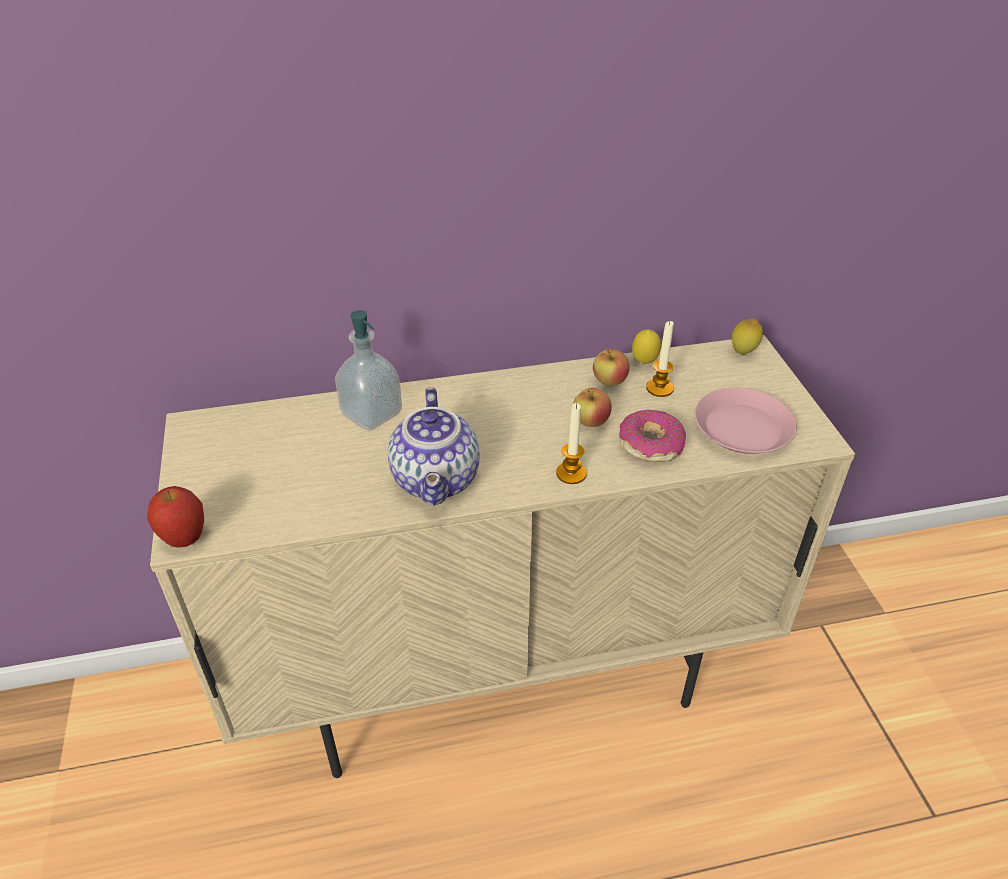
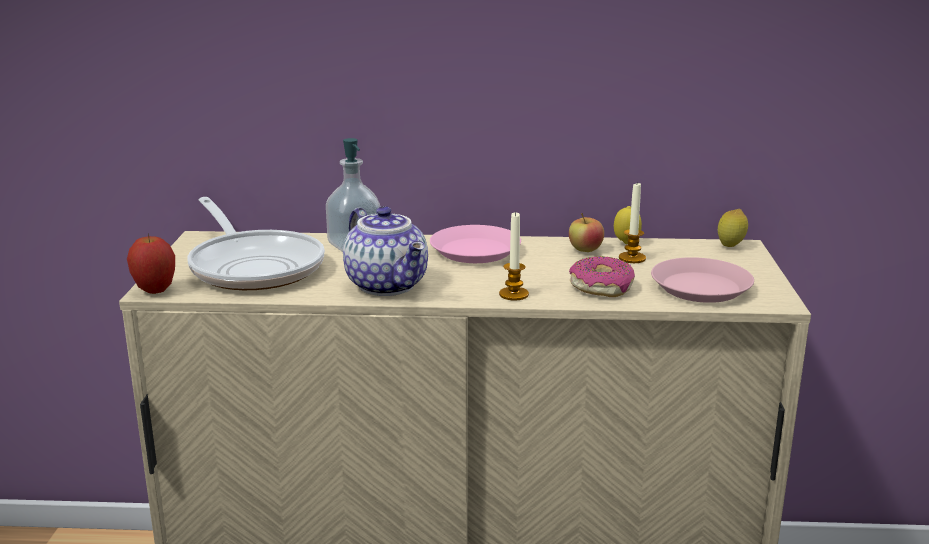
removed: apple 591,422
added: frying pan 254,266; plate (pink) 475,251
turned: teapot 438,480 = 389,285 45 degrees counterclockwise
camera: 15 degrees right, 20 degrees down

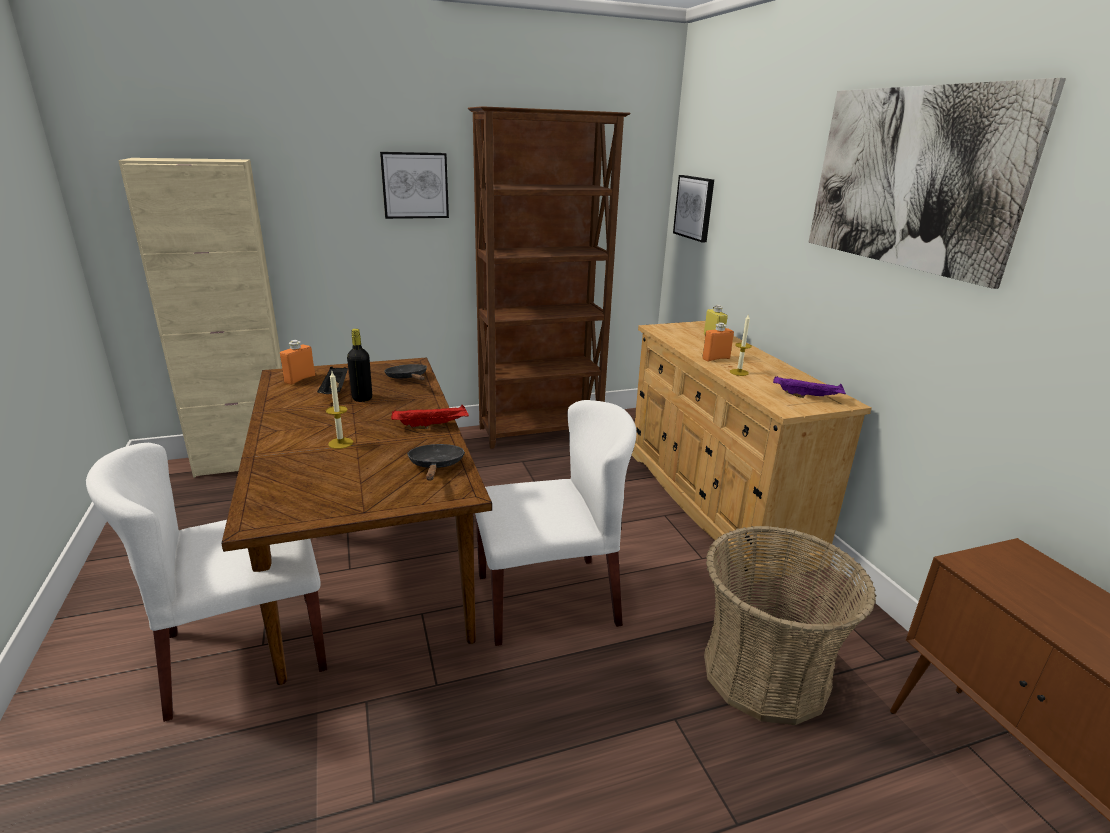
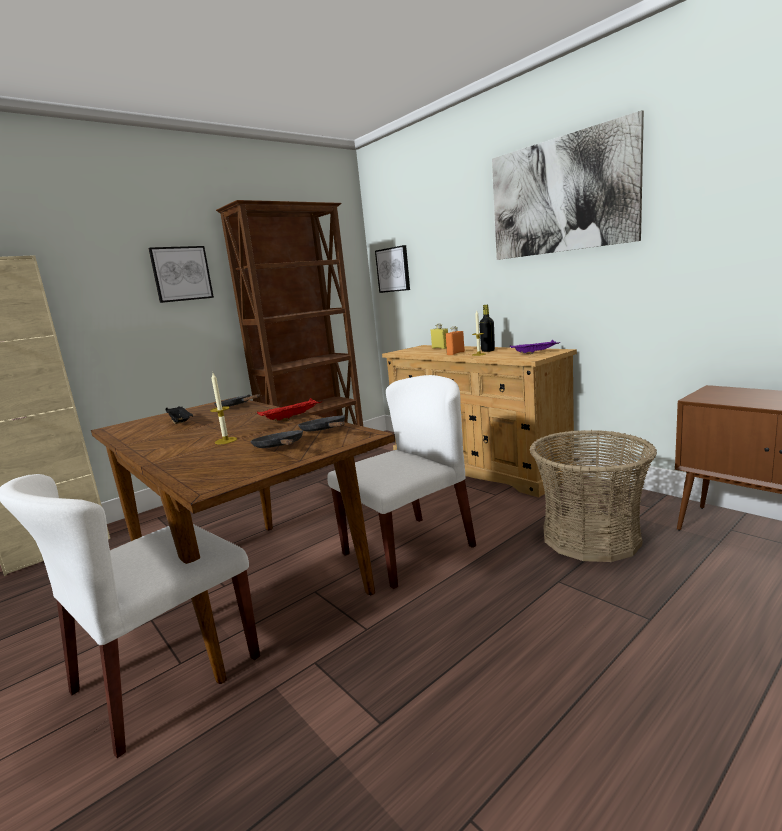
removed: bottle (orange) 300,379
added: frying pan (black) 280,447
moved: bottle (black) 362,398 to 488,351
camera: 20 degrees left, 10 degrees down

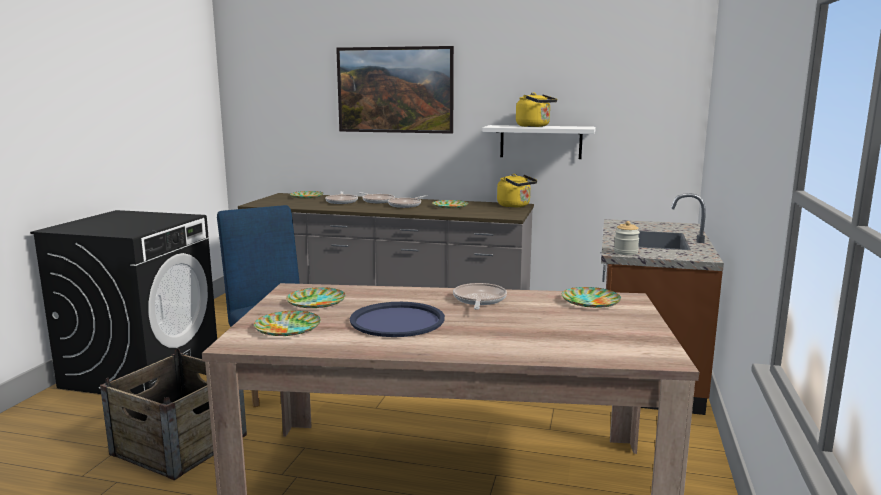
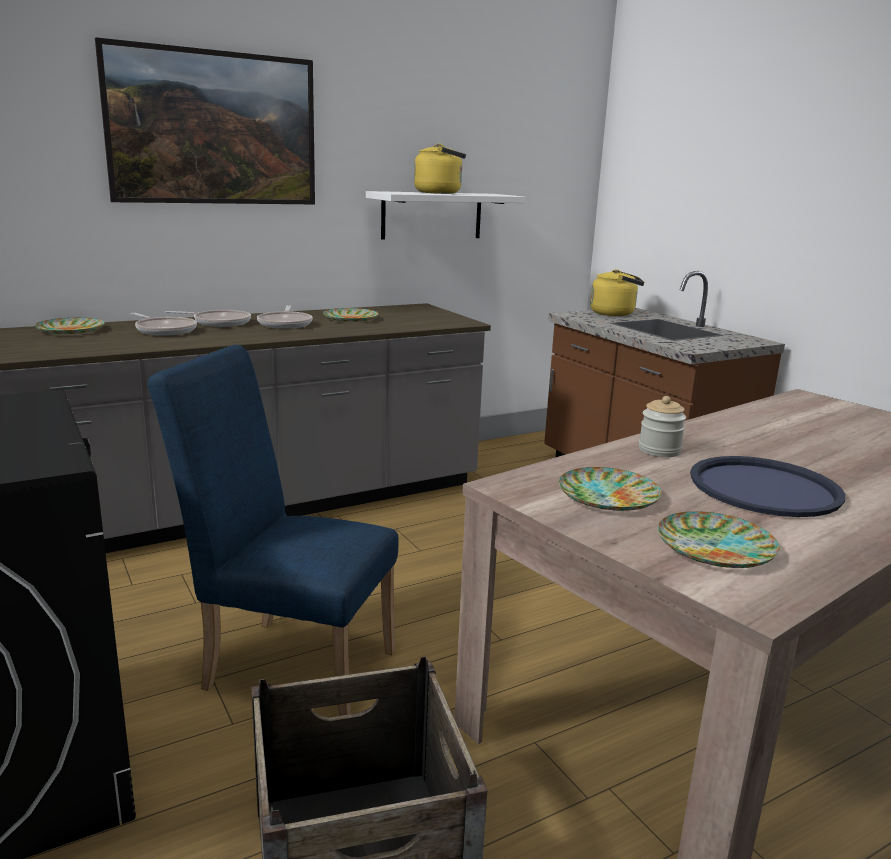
removed: frying pan 479,300; plate 590,301
moved: kettle (yellow) 515,206 to 615,313; jar 625,252 to 659,450
camera: 45 degrees left, 5 degrees up

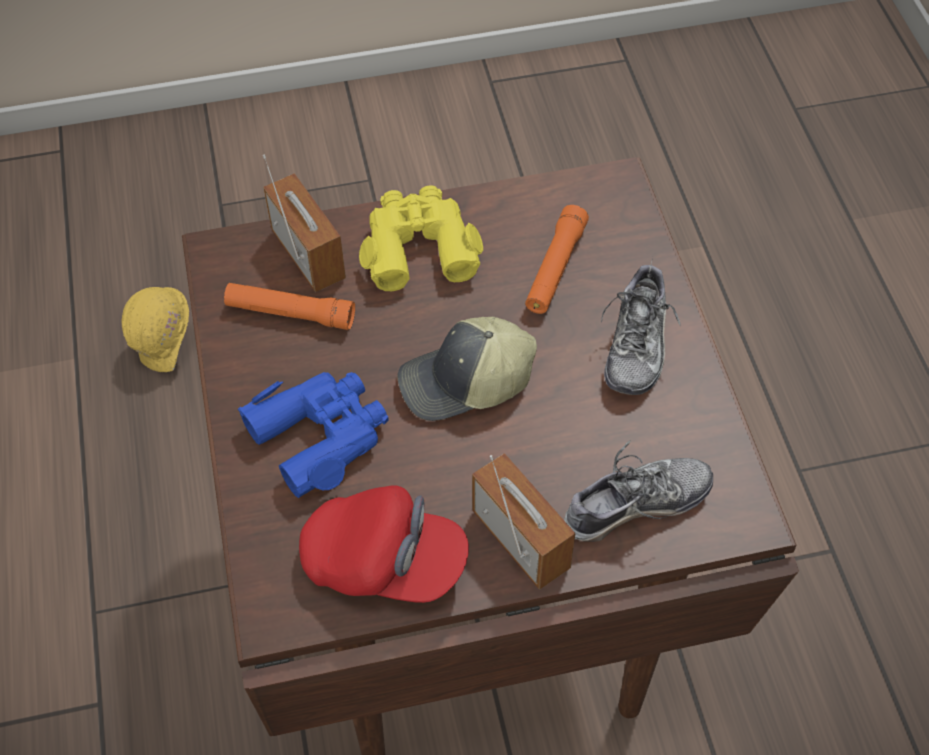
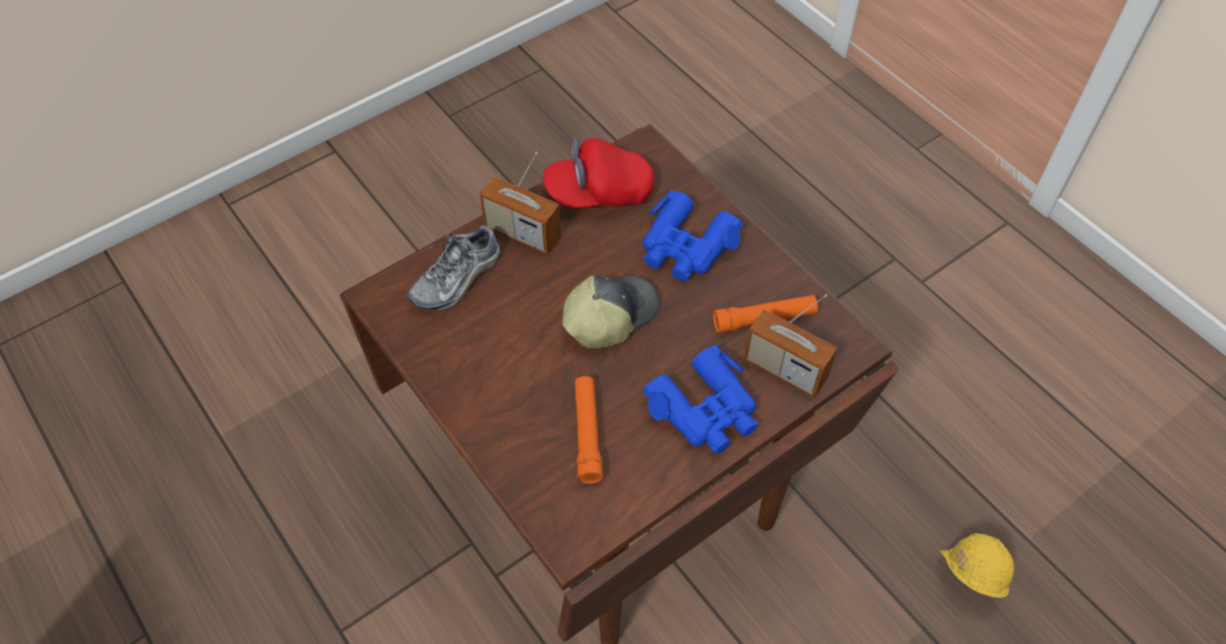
removed: shoe 637,344
recoloured: binoculars (yellow) 418,246 to binoculars (blue) 706,410
camera: 155 degrees right, 0 degrees up

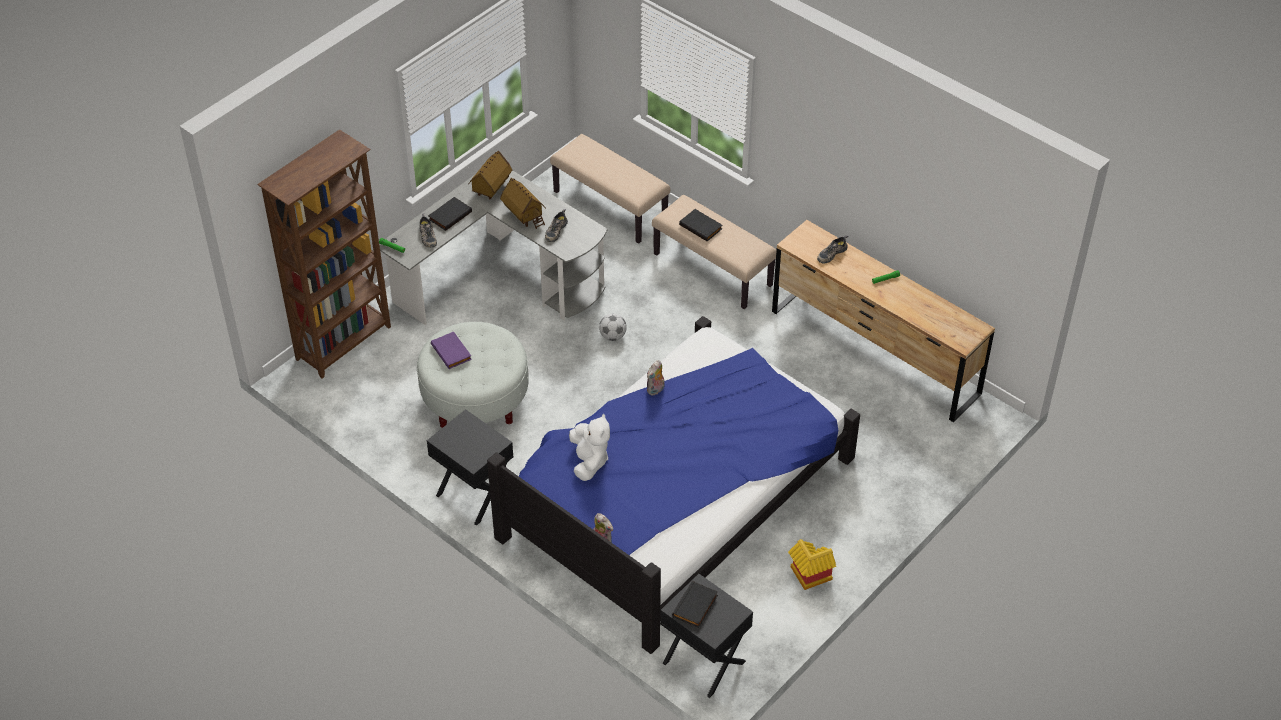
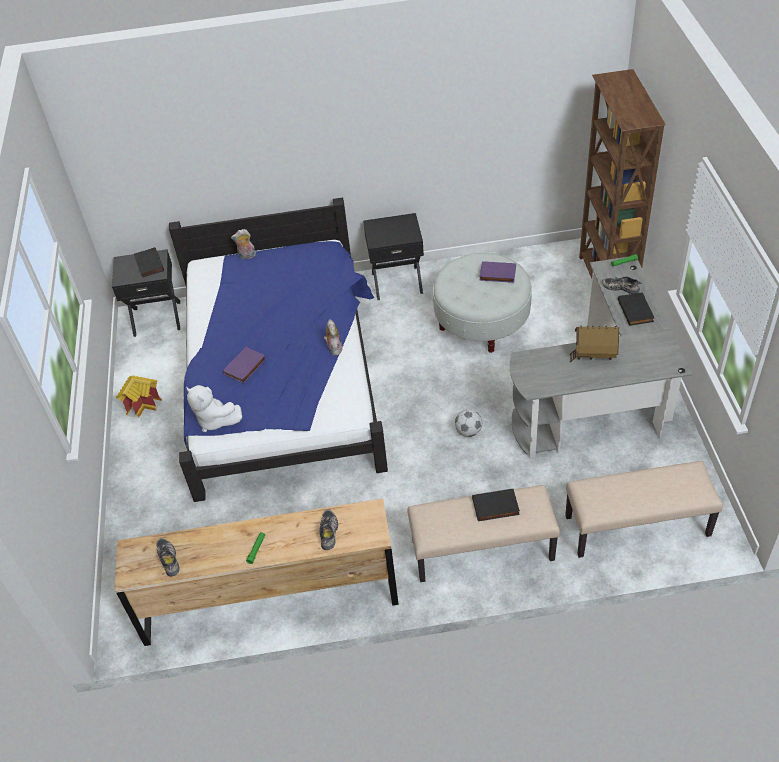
removed: toy house 491,188
added: book (purple) 245,367
moved: shoe 555,230 to 169,558; plush toy (white) 589,461 to 214,420
camera: 135 degrees right, 0 degrees up

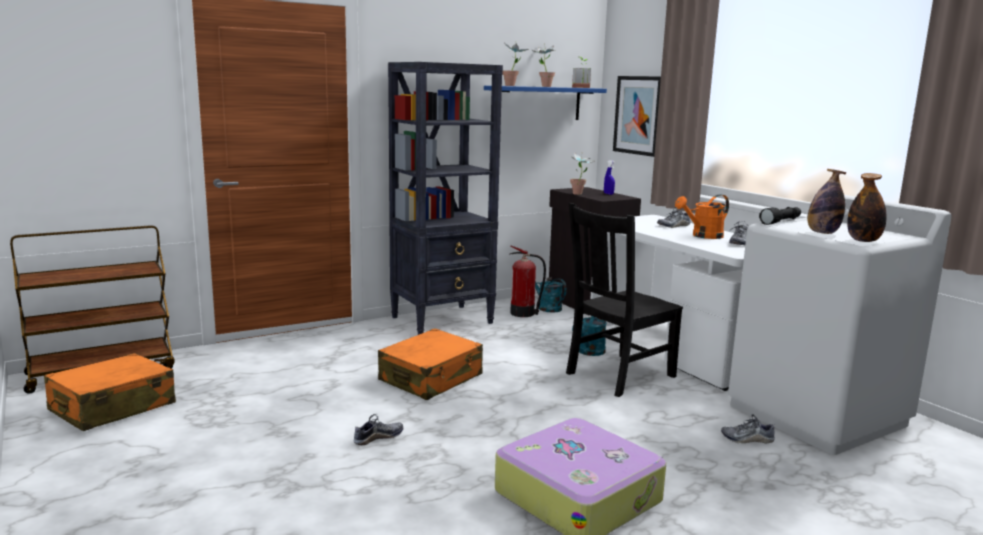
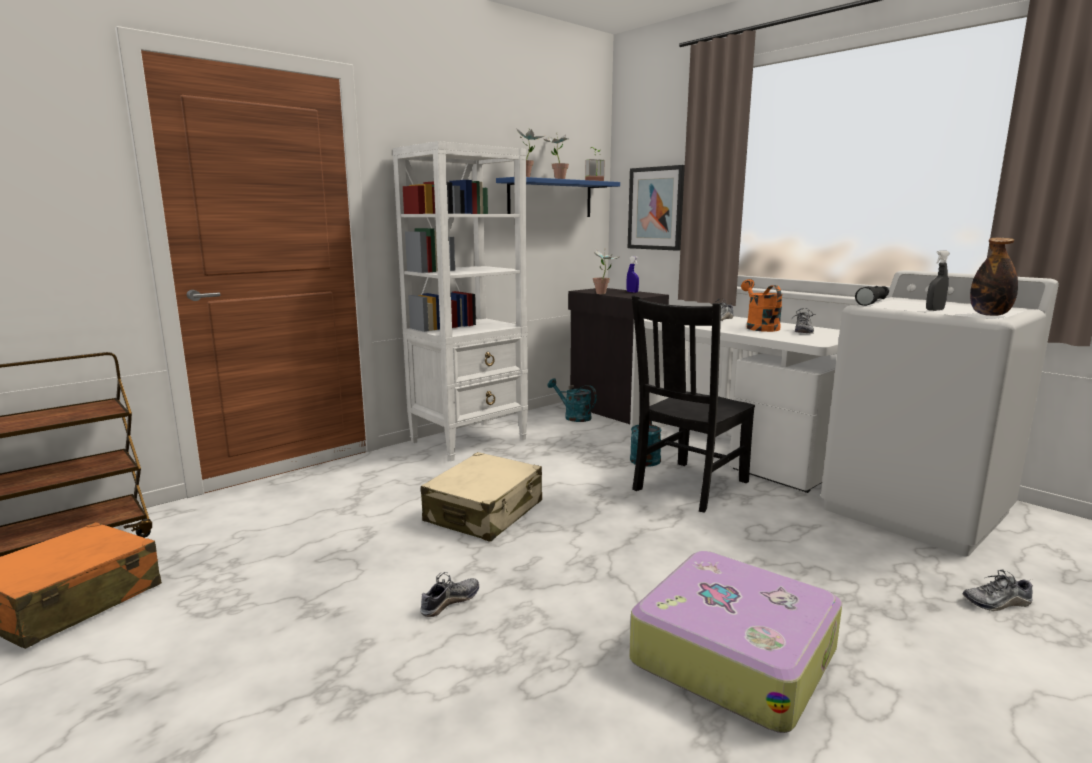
removed: fire extinguisher 524,313
moved: shoe 747,439 to 997,602
replaced: bottle 822,233 to spray bottle (grey) 934,310
recoloured: suitcase (orange) 431,378 to suitcase (beige) 484,512; bookcase (black) 443,320 to bookcase (white) 470,440
turned: watering can (orange) 703,236 = 759,327 120 degrees clockwise
camera: 10 degrees left, 0 degrees up

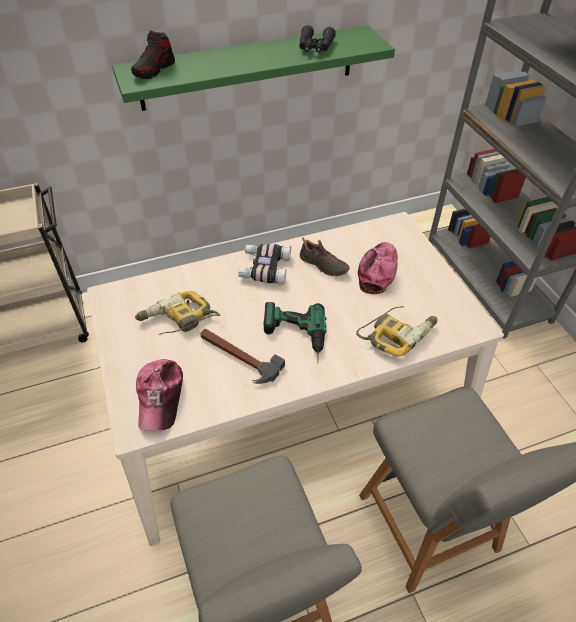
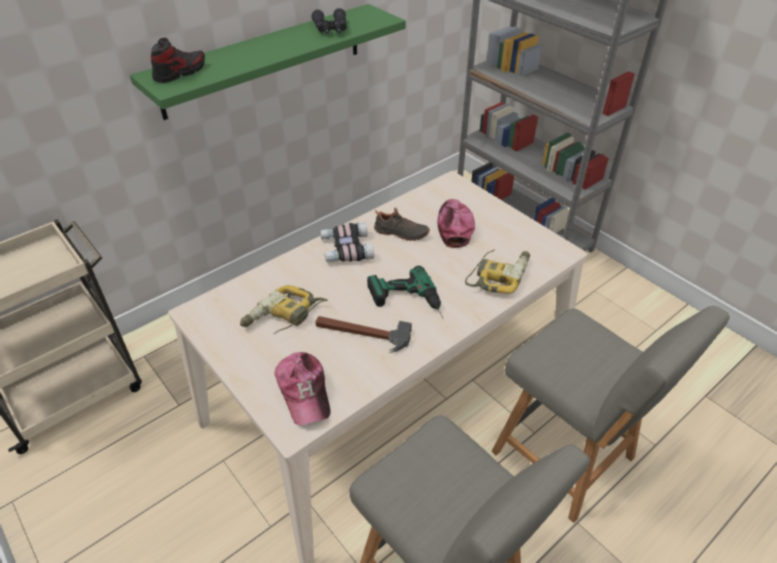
turned: shoe 154,70 = 180,72 150 degrees counterclockwise
camera: 20 degrees left, 5 degrees down

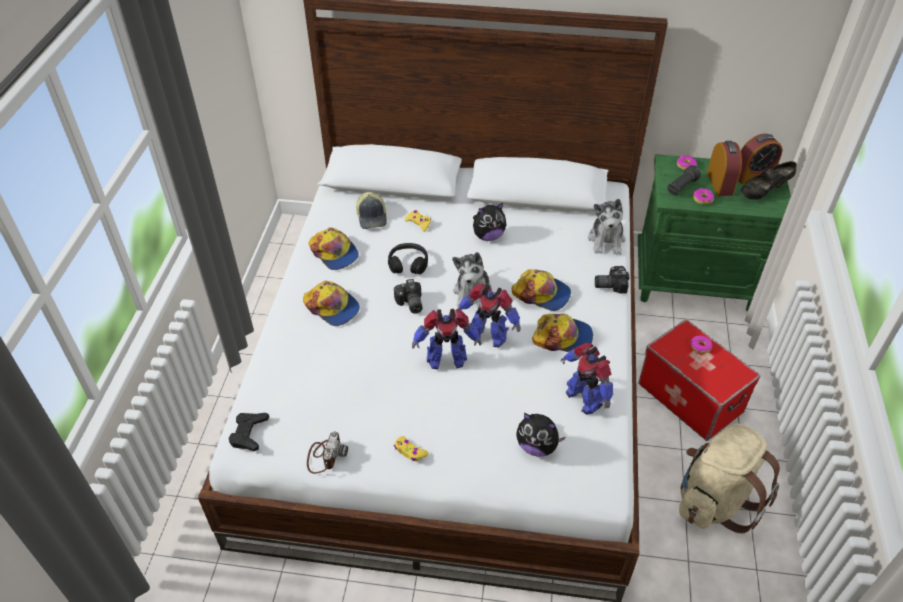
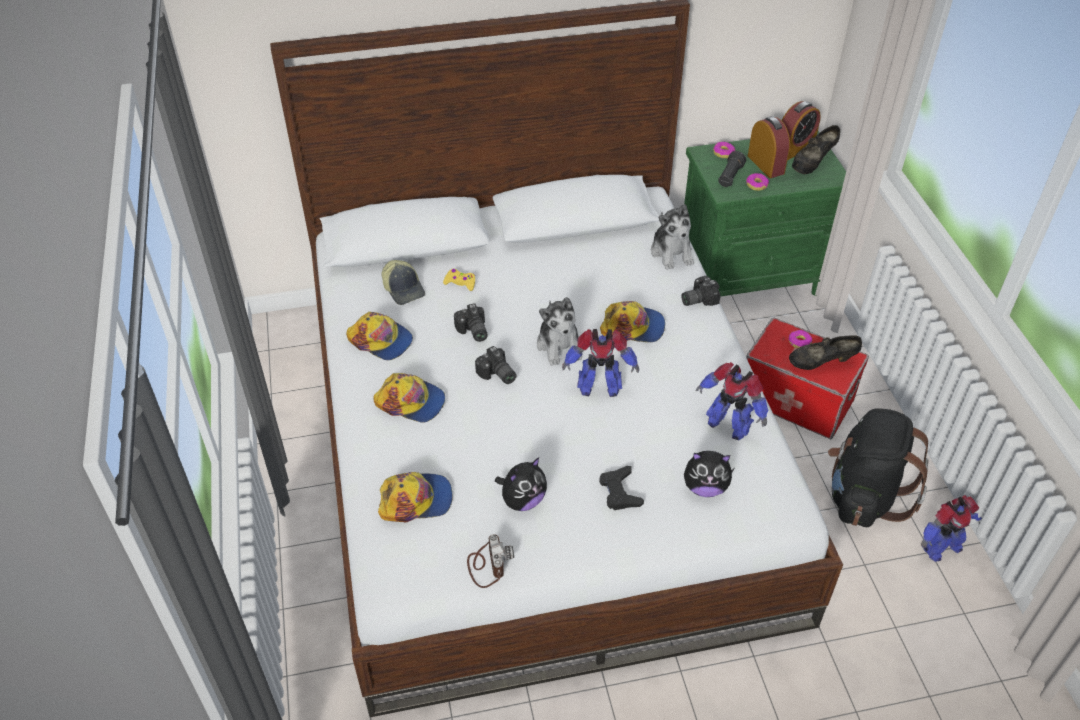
removed: game controller (yellow) 410,451
added: shoe (black) 821,363
moved: game controller (black) 249,433 to 619,492; toy robot 446,359 to 940,547; plush toy 488,236 to 522,500; cap 563,337 to 416,500
replaced: headphones (black) 408,264 to photo camera 472,331
recoloured: backpack (beige) 714,500 to backpack (black) 863,496
camera: 20 degrees left, 0 degrees up

